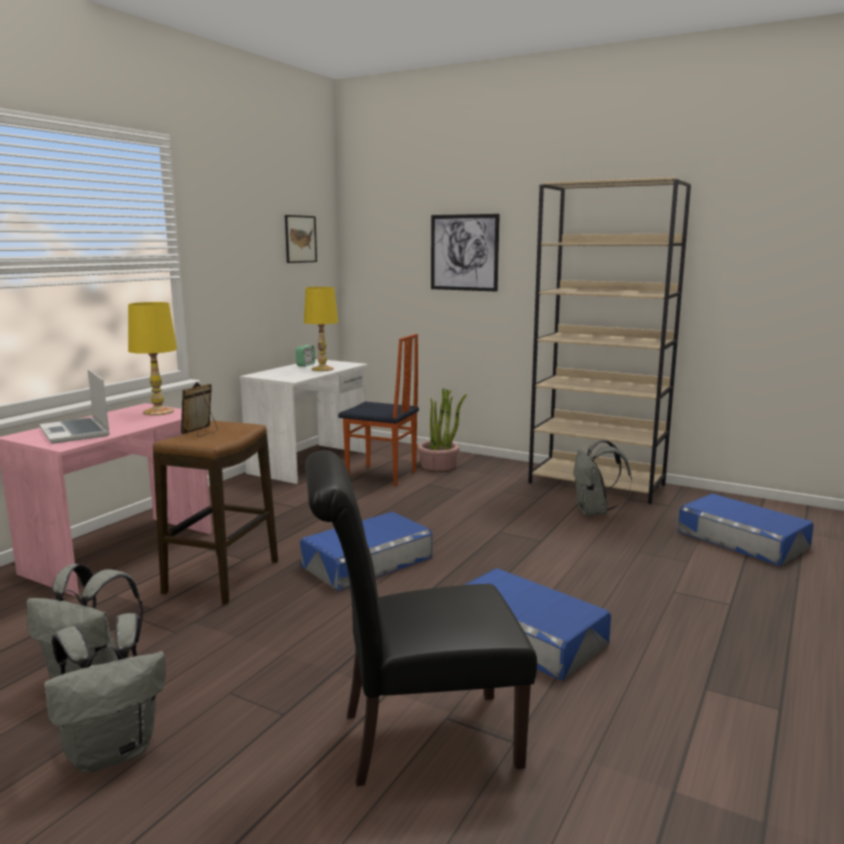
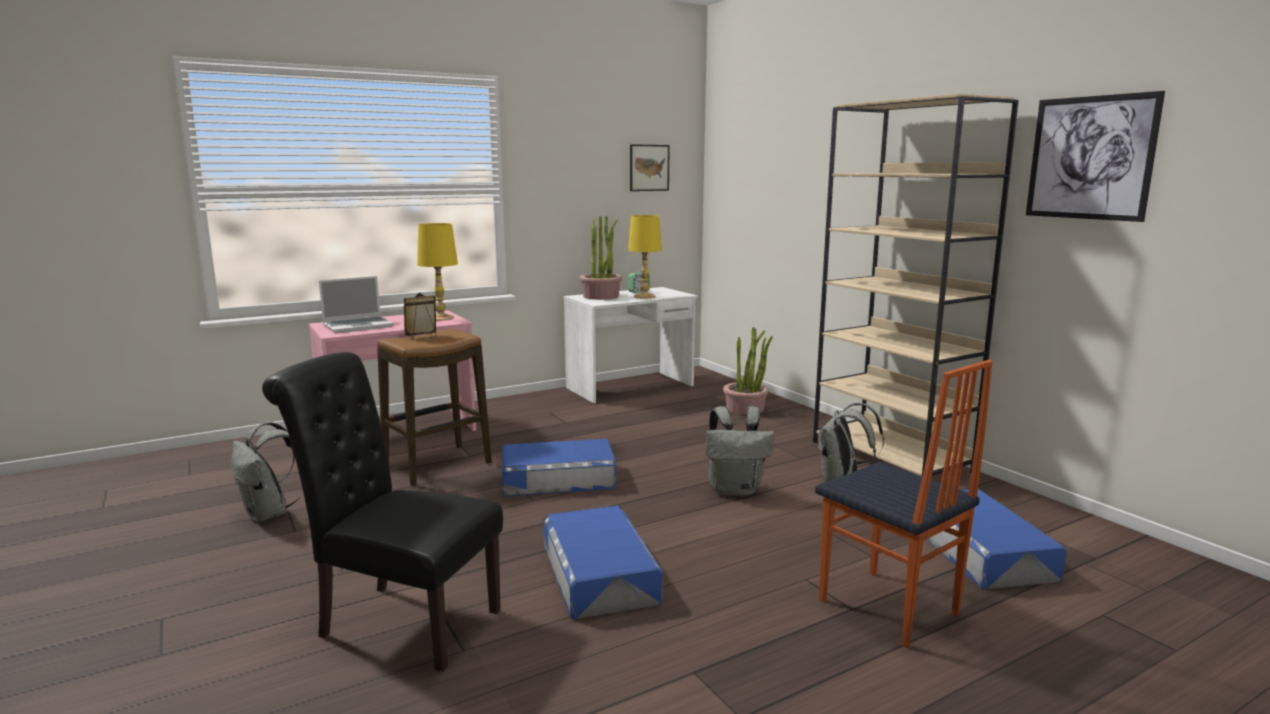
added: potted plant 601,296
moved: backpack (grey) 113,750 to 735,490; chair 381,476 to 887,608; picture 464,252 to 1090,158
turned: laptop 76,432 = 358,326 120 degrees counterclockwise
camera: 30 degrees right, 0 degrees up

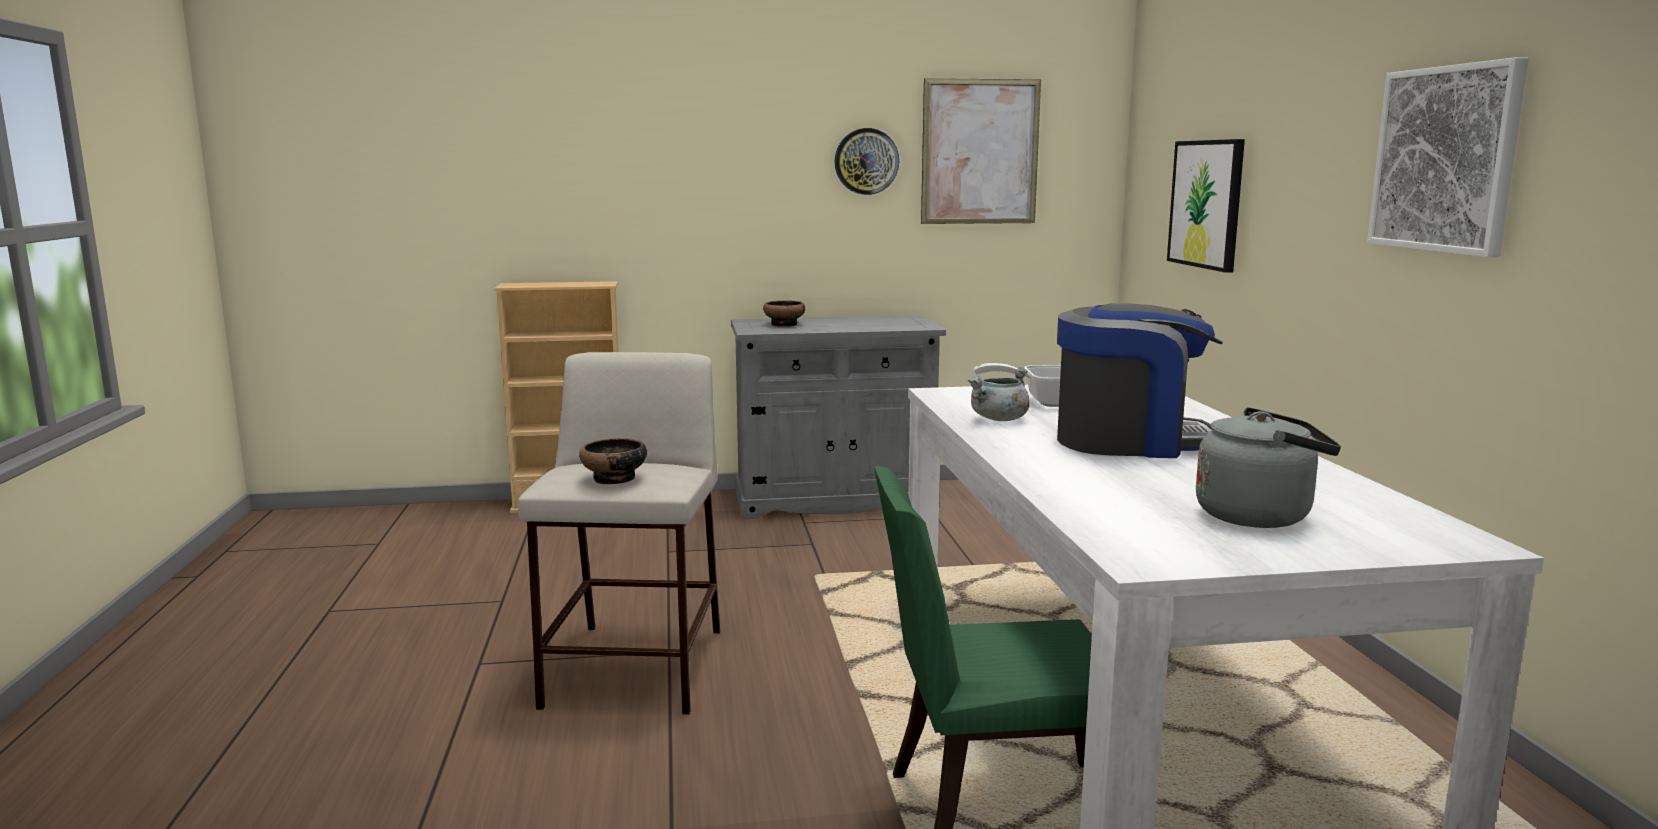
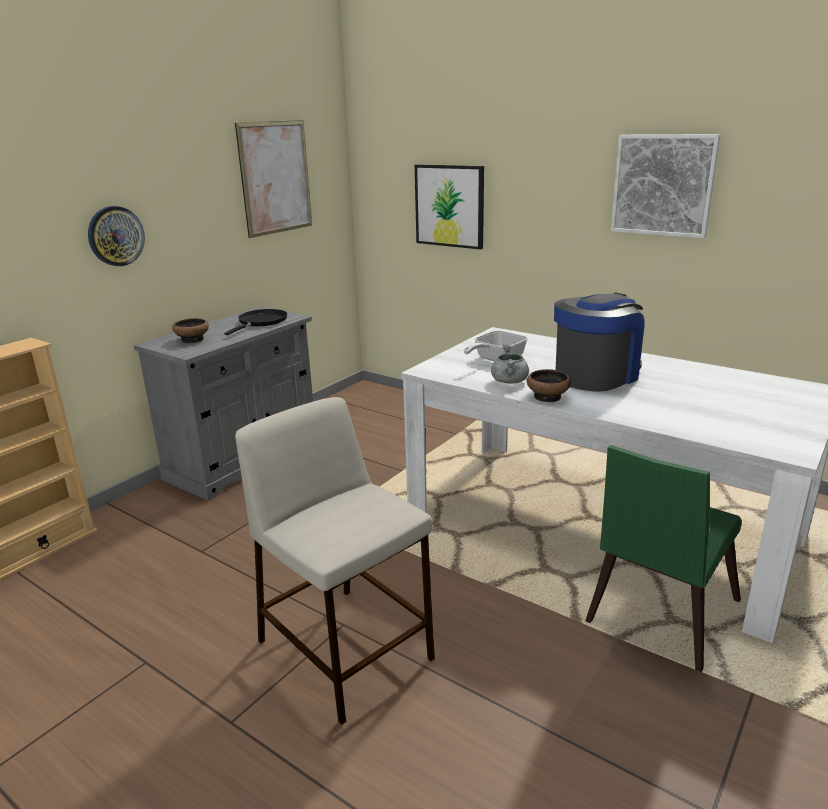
removed: kettle (grey) 1259,516
added: frying pan (black) 261,322
moved: bowl 614,478 to 548,397; wall clock 866,161 to 115,236
camera: 45 degrees left, 10 degrees up

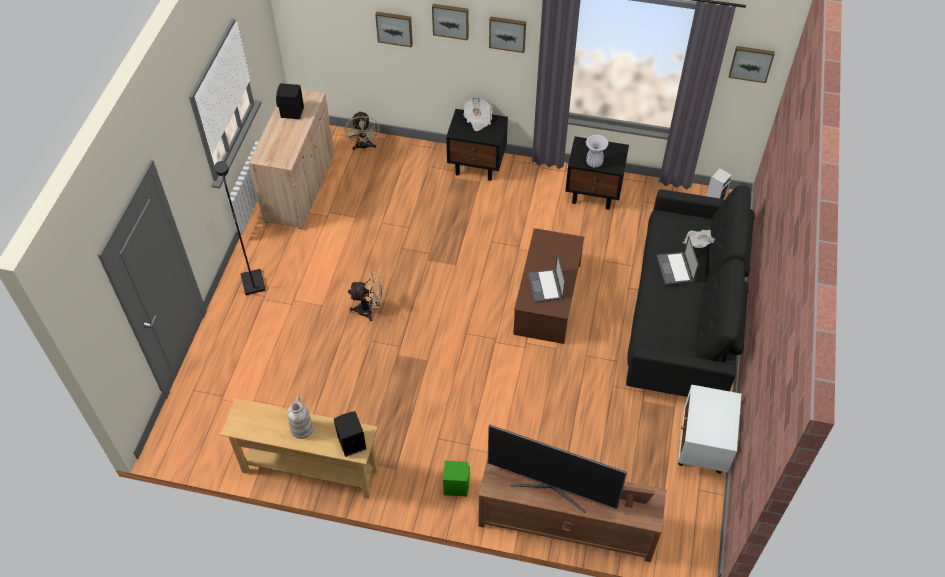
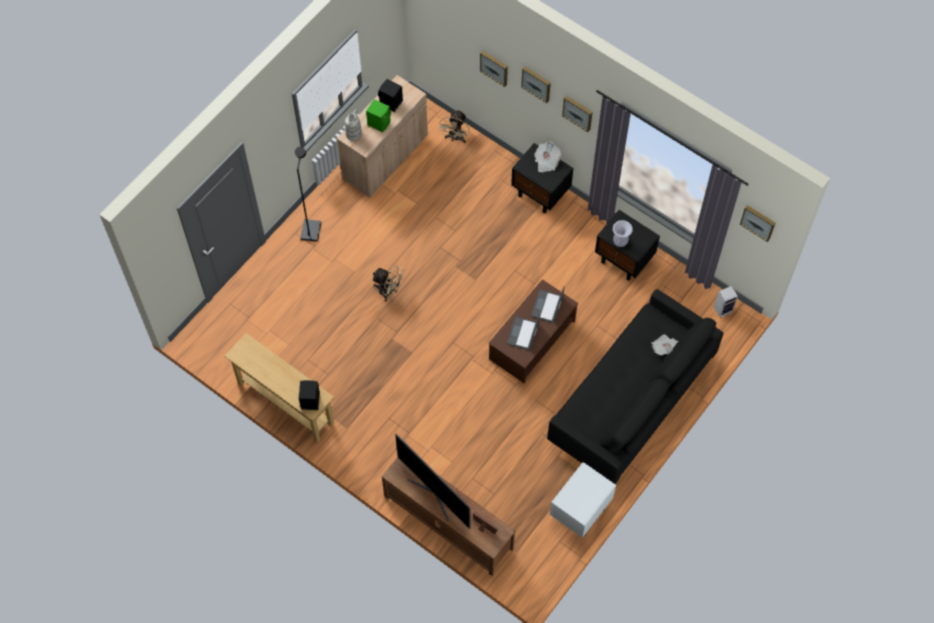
moved: vase (white) 301,428 to 353,133; speaker (green) 456,485 to 379,122; laptop 675,269 to 547,307
camera: 25 degrees right, 10 degrees up

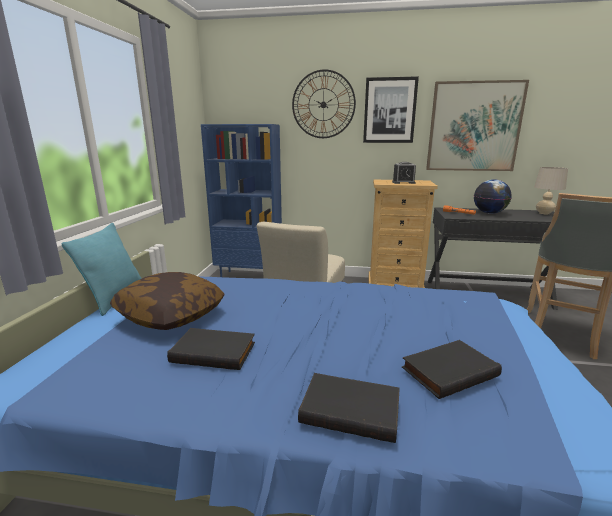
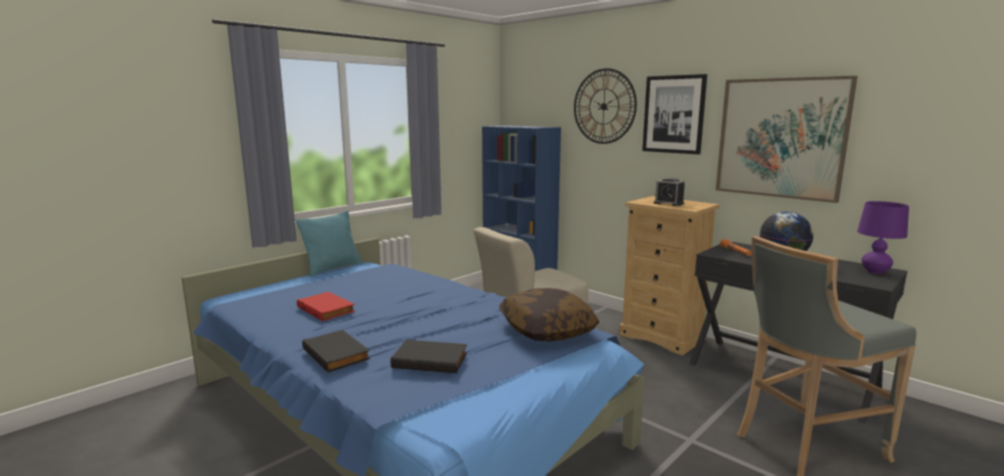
moved: pillow 170,315 to 546,330
recoloured: book (black) 215,351 to book (red) 327,309; table lamp (beige) 544,213 to table lamp (purple) 875,271
camera: 35 degrees right, 5 degrees down

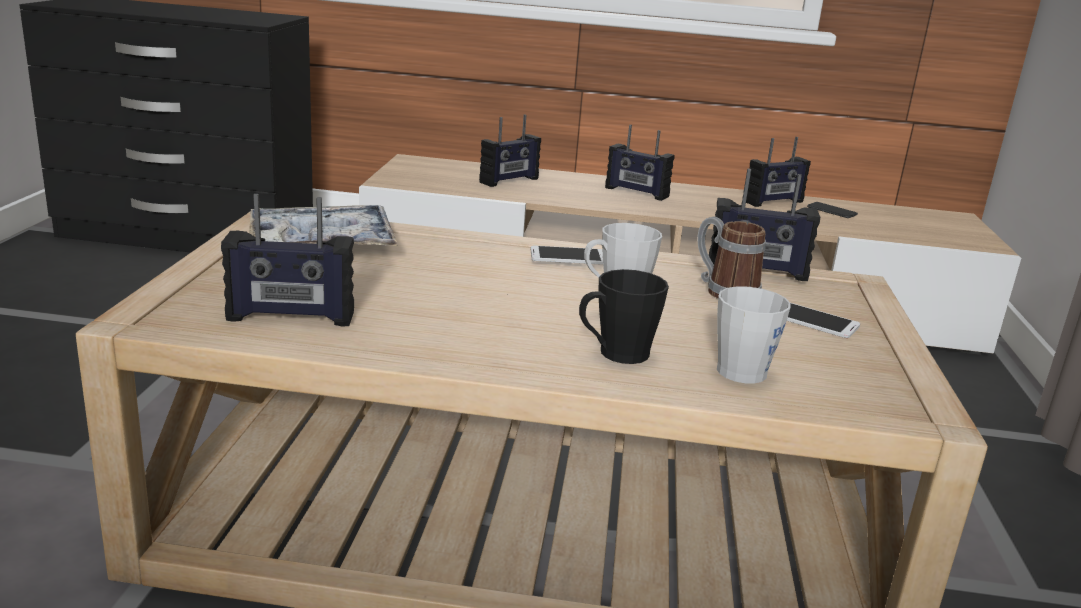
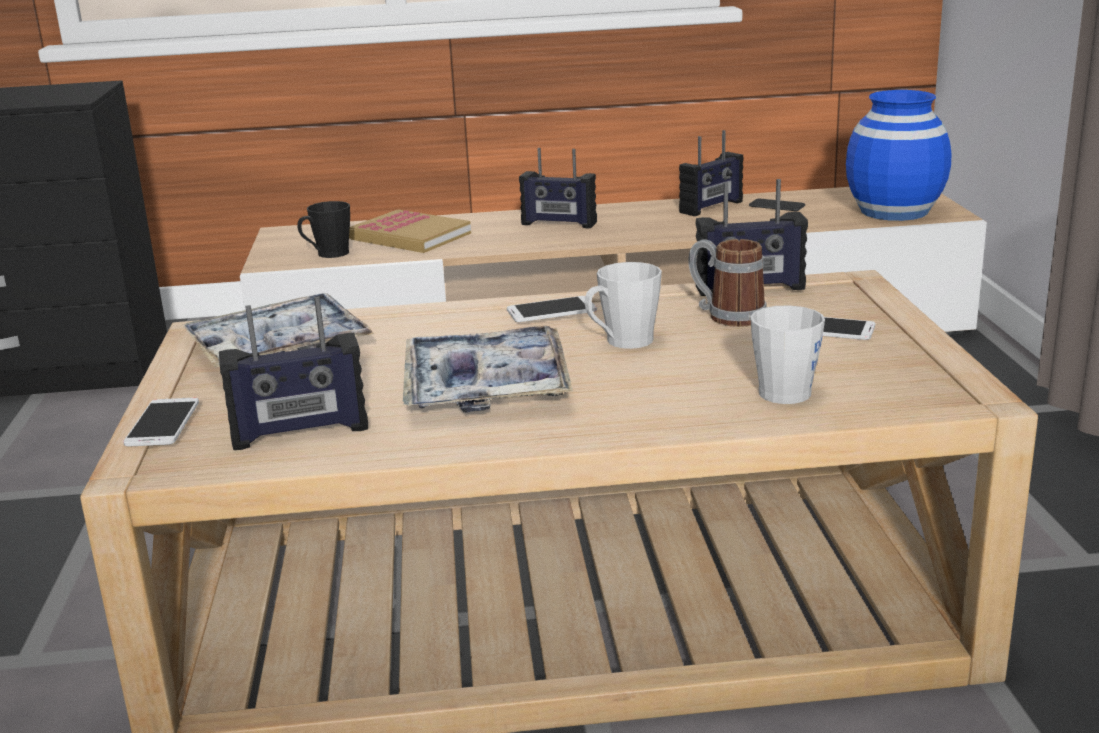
added: phone 163,423; tray 486,386; vase (blue) 894,211
moved: mug (black) 615,354 to 327,254
replaced: radio 509,181 to book 410,236
camera: 10 degrees left, 0 degrees up

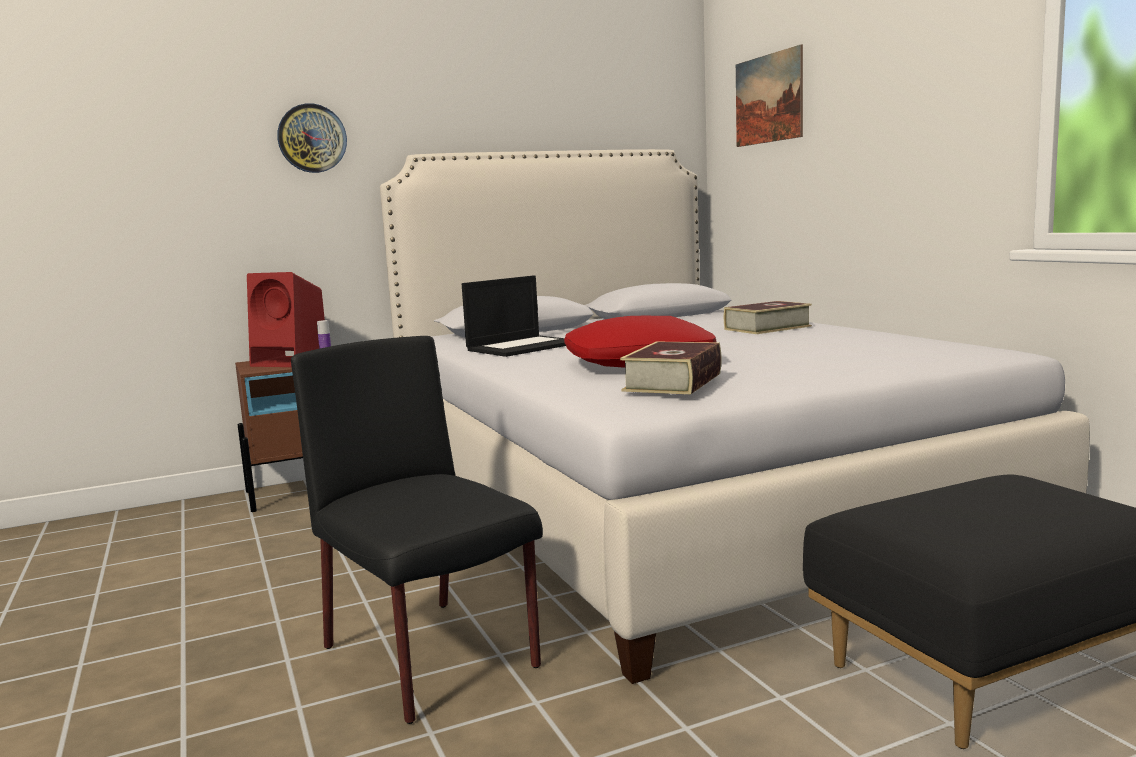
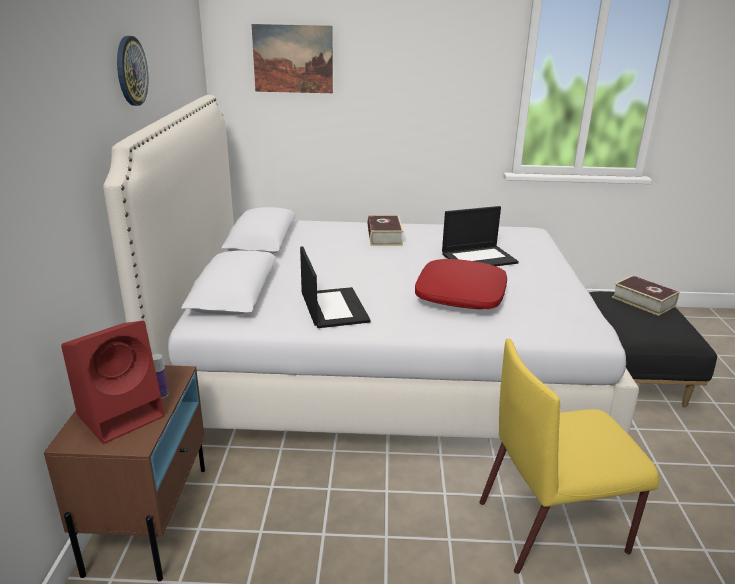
added: laptop 479,258
moved: wall clock 312,138 to 131,71; book 673,382 to 643,301
recoloured: chair (black) 431,658 to chair (yellow) 554,526
camera: 65 degrees left, 15 degrees up

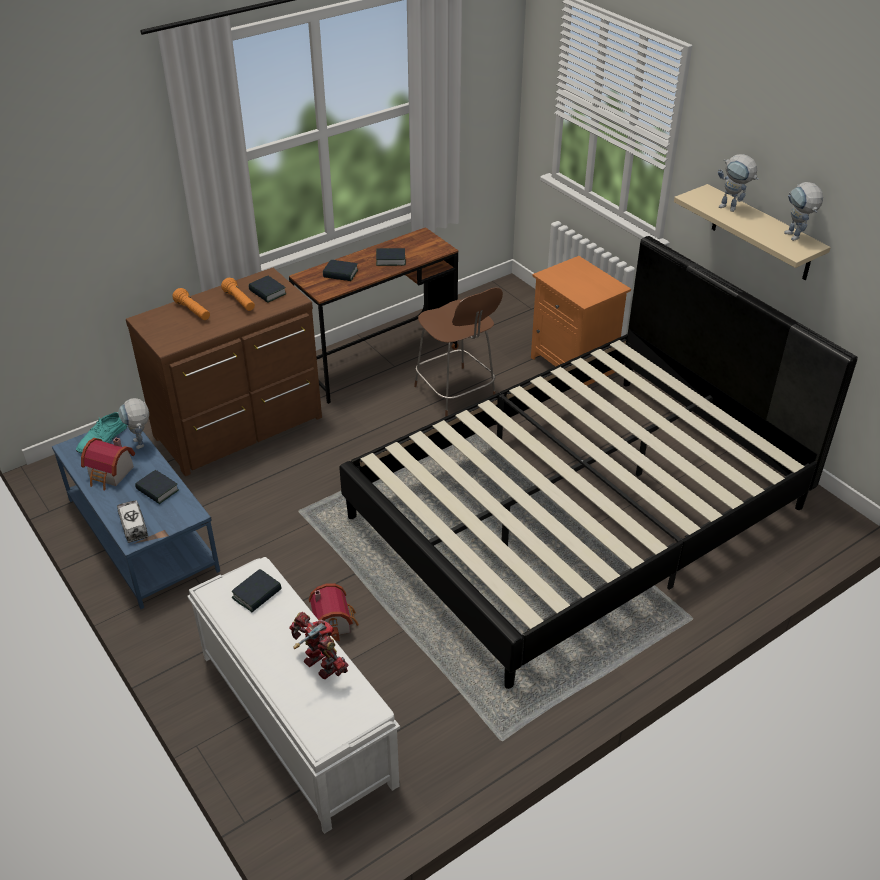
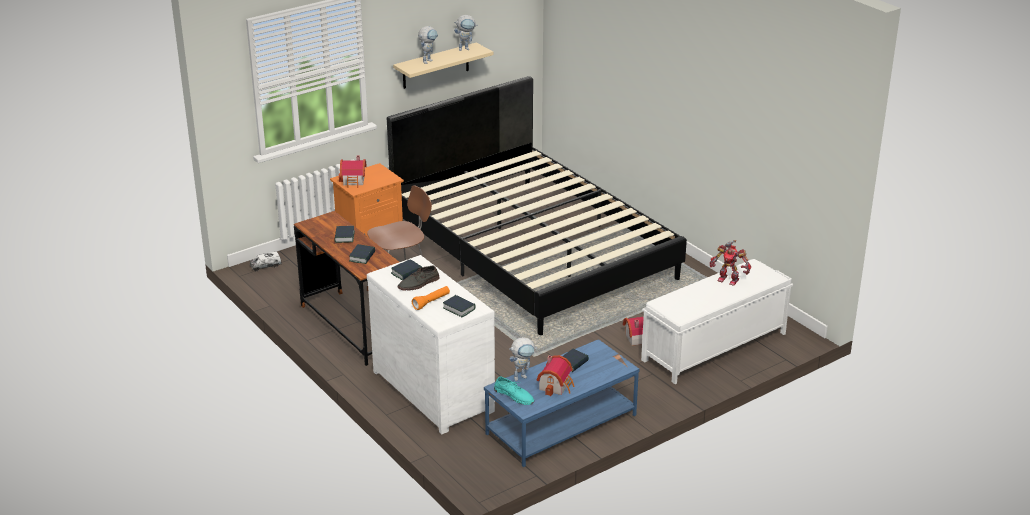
added: toy house 354,181
moved: toy truck 133,526 to 266,266; book 257,594 to 459,308
replaced: flashlight (orange) 239,301 to shoe (grey) 419,283
recoloured: dresser (brown) 241,428 to dresser (white) 435,389
turned: toy robot 320,667 = 728,279 105 degrees counterclockwise
camera: 90 degrees left, 10 degrees down

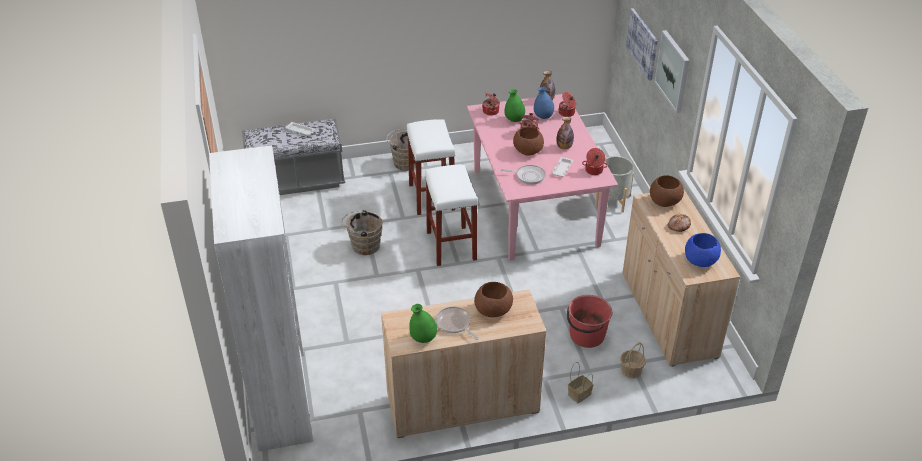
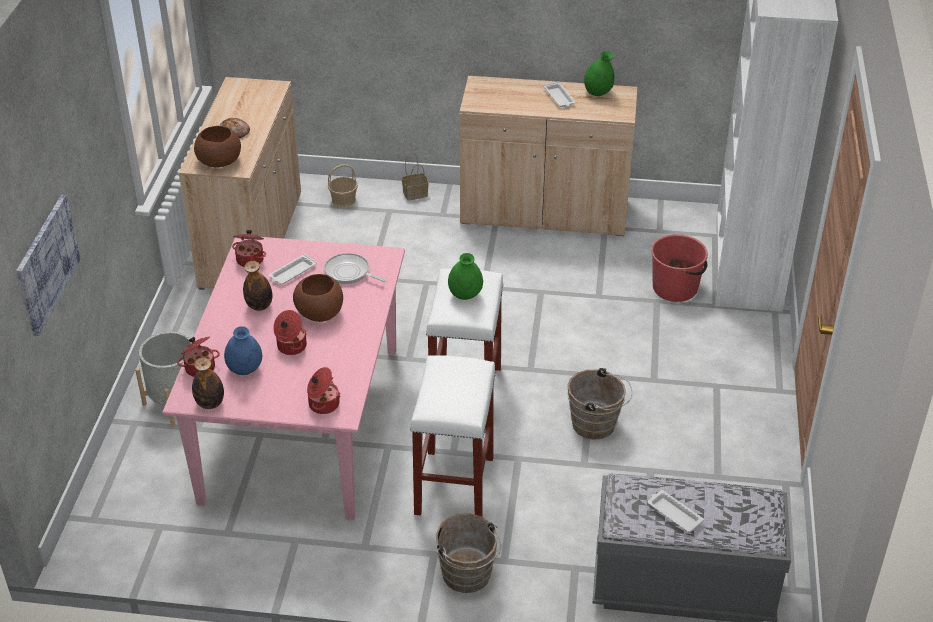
removed: bowl (brown) 493,310; picture 673,71; bowl (blue) 700,261
moved: vase (green) 514,120 to 465,295; bucket (red) 586,335 to 675,288
replaced: frying pan 454,324 to tray (white) 559,98
camera: 160 degrees left, 0 degrees up

